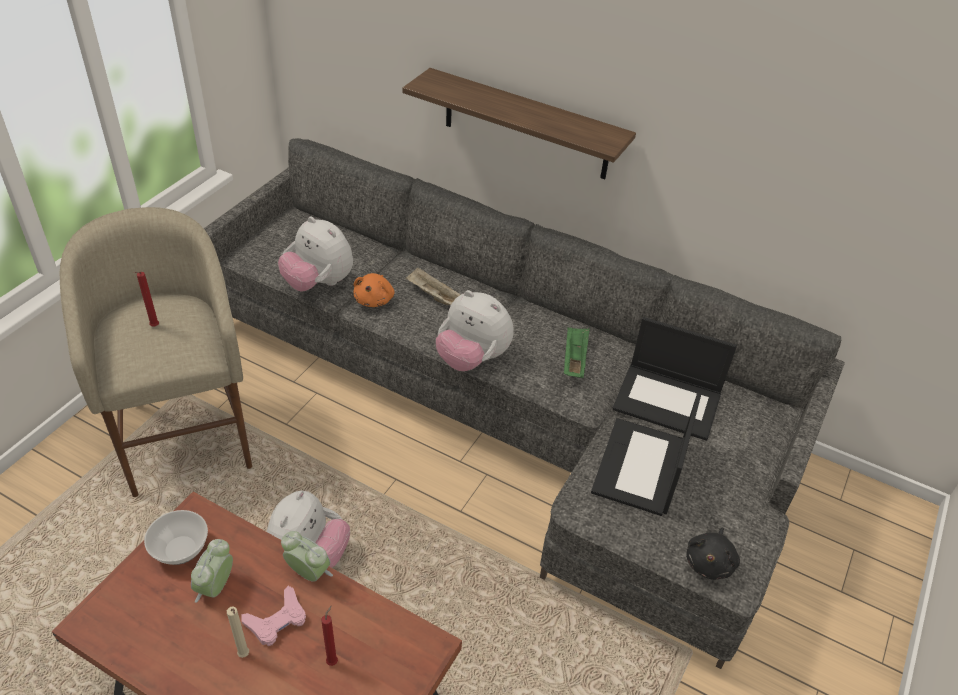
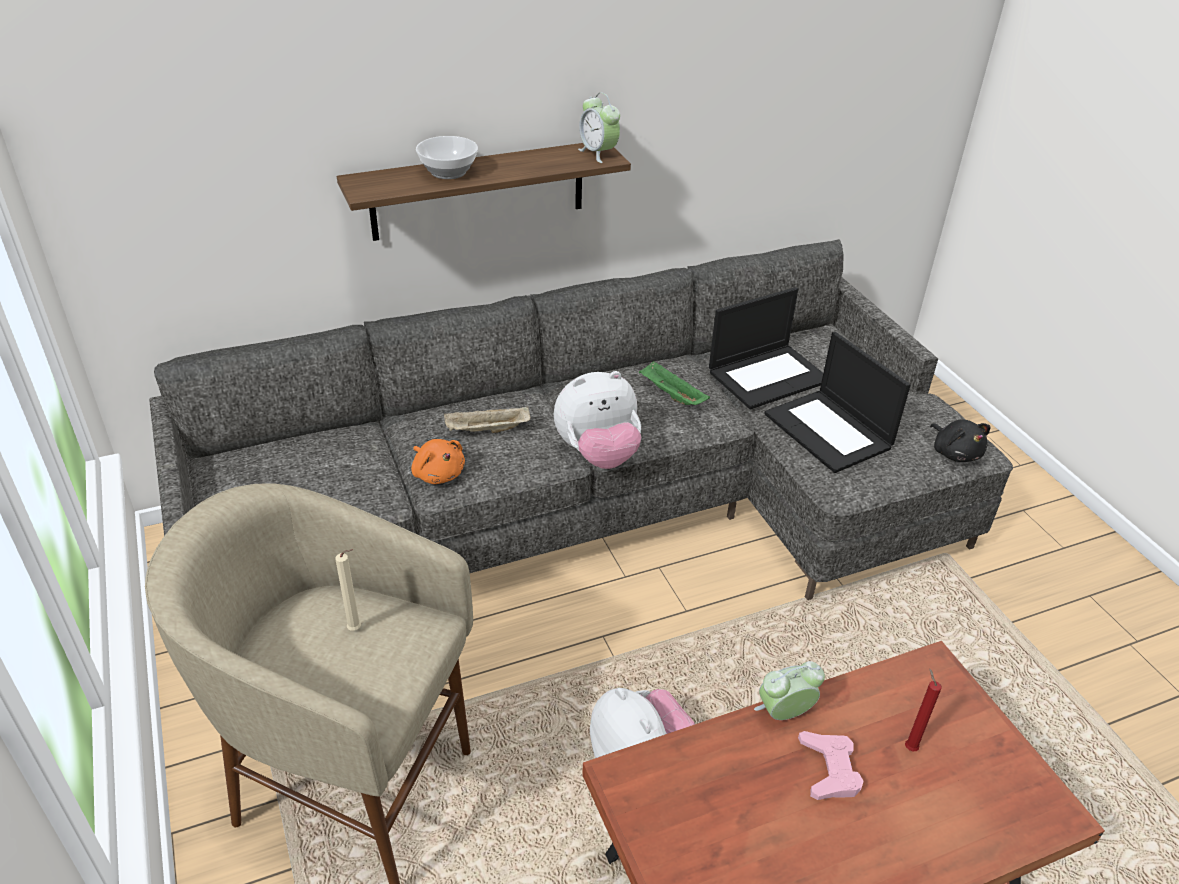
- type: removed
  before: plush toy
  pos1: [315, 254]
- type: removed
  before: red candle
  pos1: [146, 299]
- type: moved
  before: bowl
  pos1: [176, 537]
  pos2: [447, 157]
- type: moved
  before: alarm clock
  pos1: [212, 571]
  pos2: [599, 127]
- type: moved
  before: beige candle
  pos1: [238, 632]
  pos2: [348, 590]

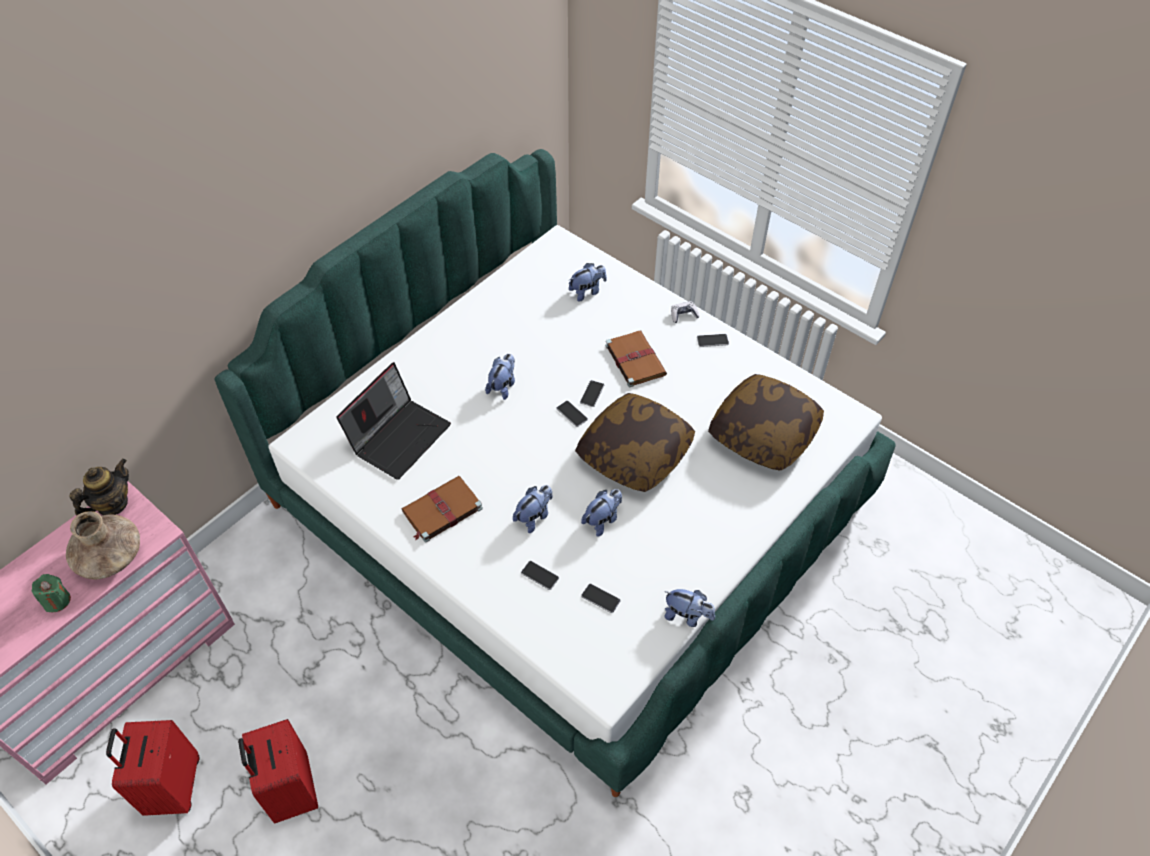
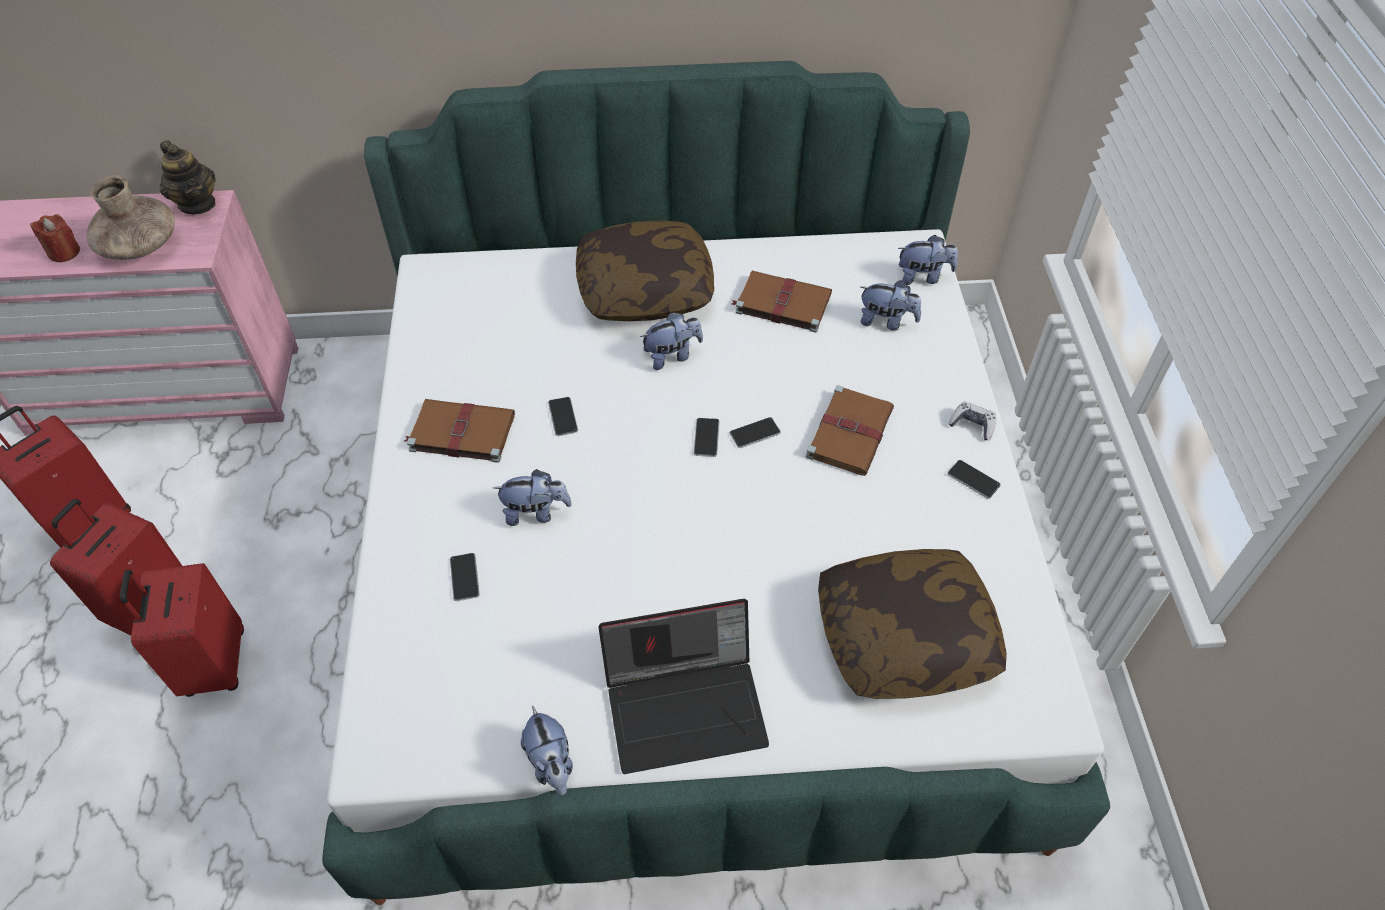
- type: moved
  before: laptop
  pos1: [393, 421]
  pos2: [683, 686]
- type: moved
  before: pillow
  pos1: [635, 442]
  pos2: [645, 270]
- type: turned
  before: teapot
  pos1: [99, 487]
  pos2: [187, 177]
  turn: 60
- type: moved
  before: plush toy
  pos1: [601, 513]
  pos2: [928, 260]
- type: recoloured
  before: green candle
  after: red candle
  pos1: [51, 593]
  pos2: [55, 238]
- type: moved
  before: phone
  pos1: [600, 598]
  pos2: [563, 416]
- type: added
  after: brown book
  pos2: [782, 302]
- type: added
  after: red suitcase
  pos2: [182, 630]

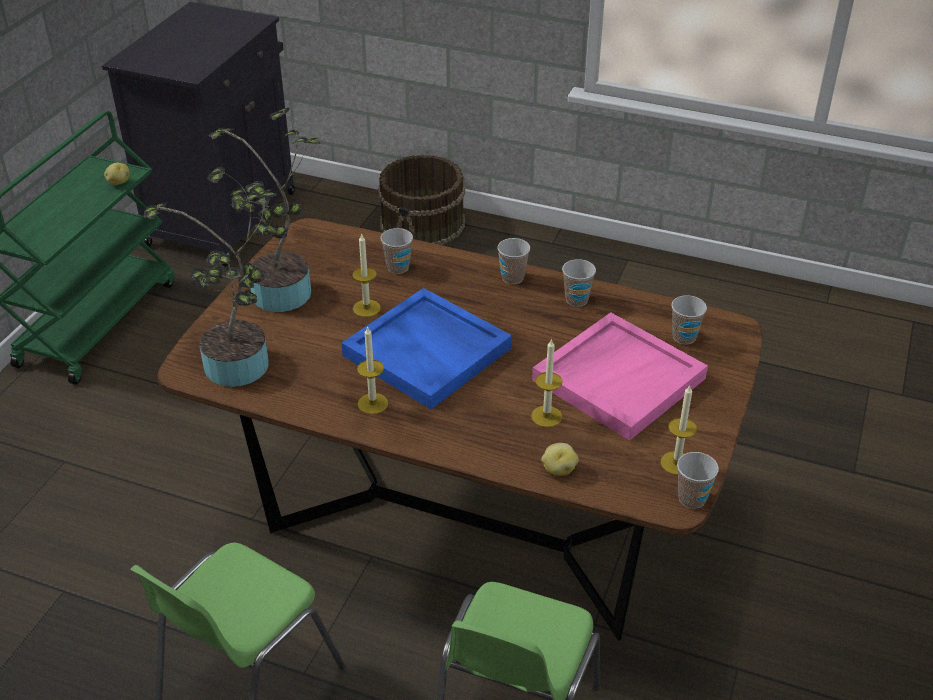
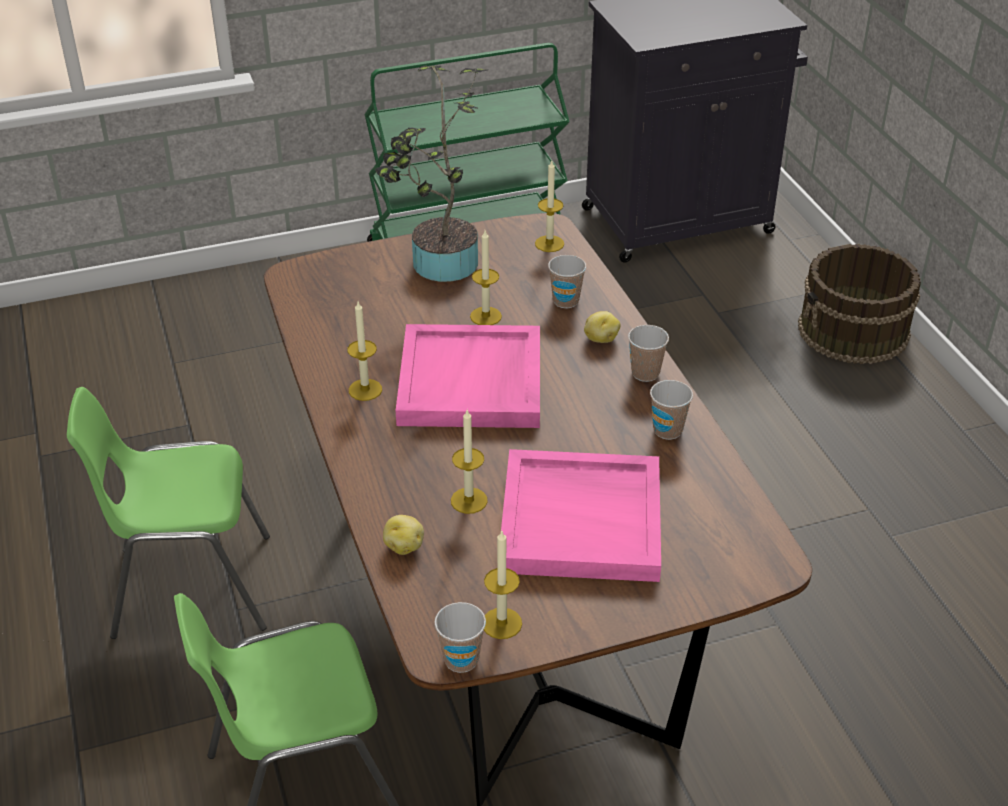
- type: moved
  before: potato
  pos1: [117, 174]
  pos2: [602, 327]
- type: removed
  before: potted plant
  pos1: [210, 277]
- type: recoloured
  before: blue tray
  after: pink tray
  pos1: [426, 348]
  pos2: [468, 376]
- type: removed
  before: cup
  pos1: [689, 320]
- type: added
  after: candle
  pos2: [549, 205]

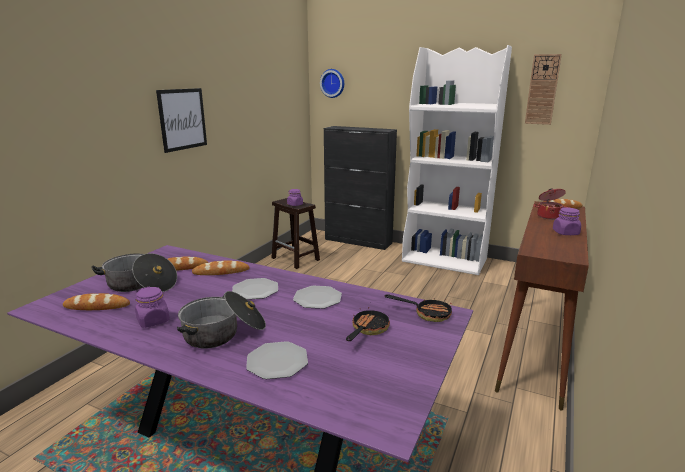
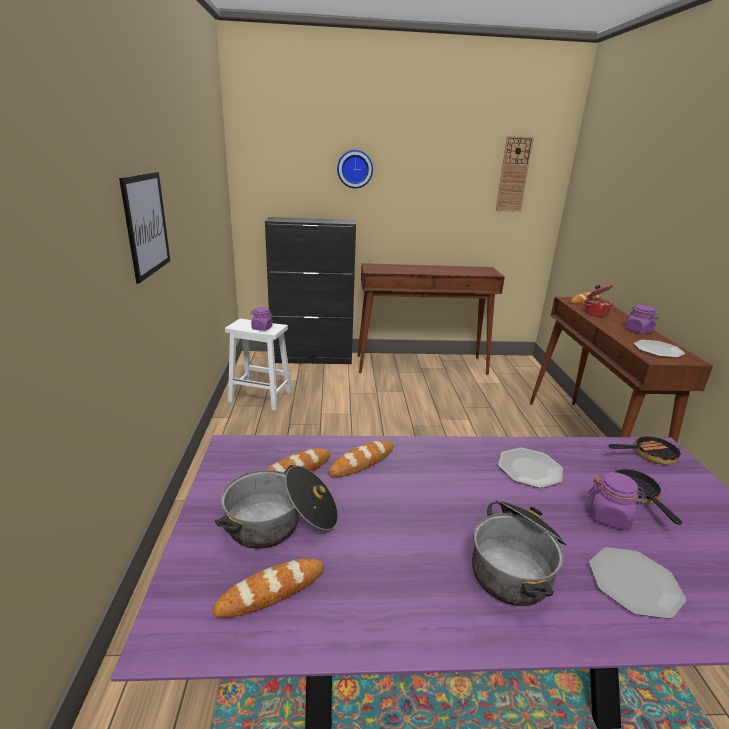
- type: replaced
  before: white bookcase
  after: brown console table
  pos1: [457, 160]
  pos2: [431, 319]
- type: moved
  before: wall clock
  pos1: [332, 83]
  pos2: [355, 169]
- type: recoloured
  before: brown stool
  after: white stool
  pos1: [295, 233]
  pos2: [258, 365]
- type: moved
  before: plate
  pos1: [255, 289]
  pos2: [659, 349]
- type: moved
  before: purple jar
  pos1: [152, 307]
  pos2: [617, 501]

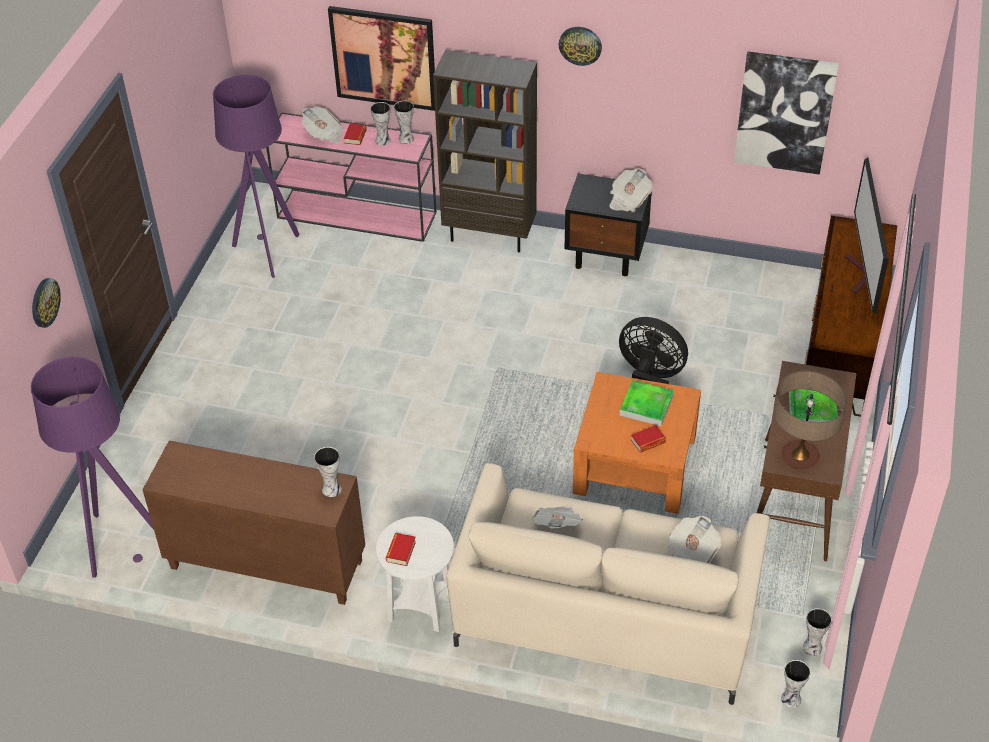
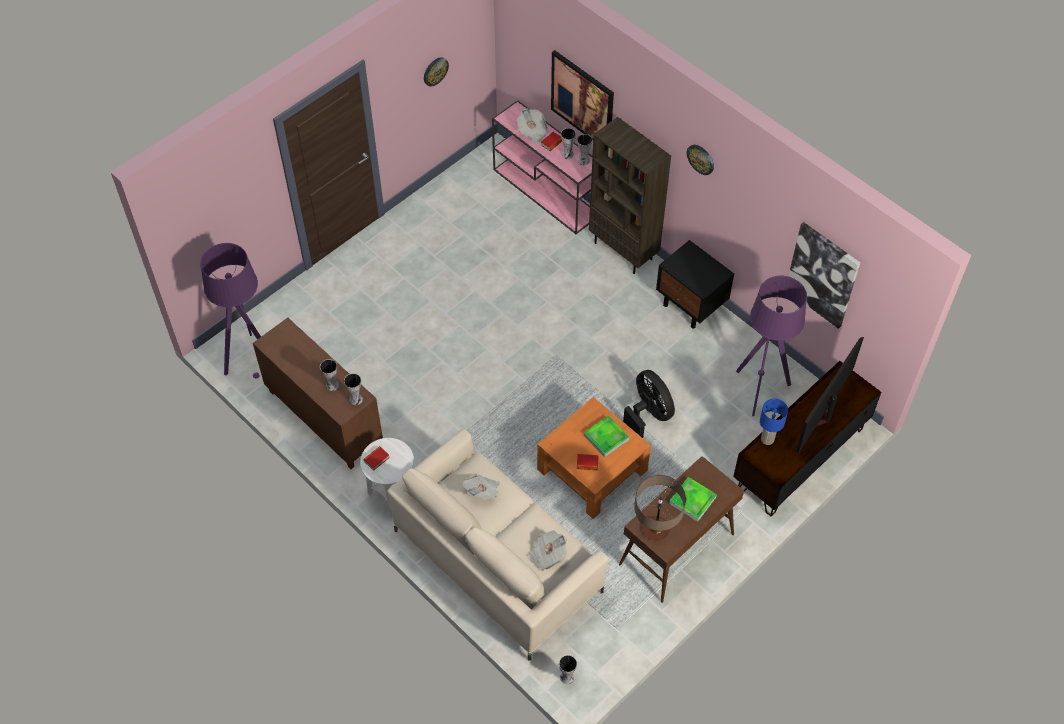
- type: moved
  before: purple floor lamp
  pos1: [256, 176]
  pos2: [771, 346]
- type: removed
  before: newspaper
  pos1: [631, 190]
- type: moved
  before: wall clock
  pos1: [46, 303]
  pos2: [436, 71]
- type: moved
  before: vase
  pos1: [817, 632]
  pos2: [329, 375]
- type: added
  after: blue table lamp
  pos2: [774, 421]

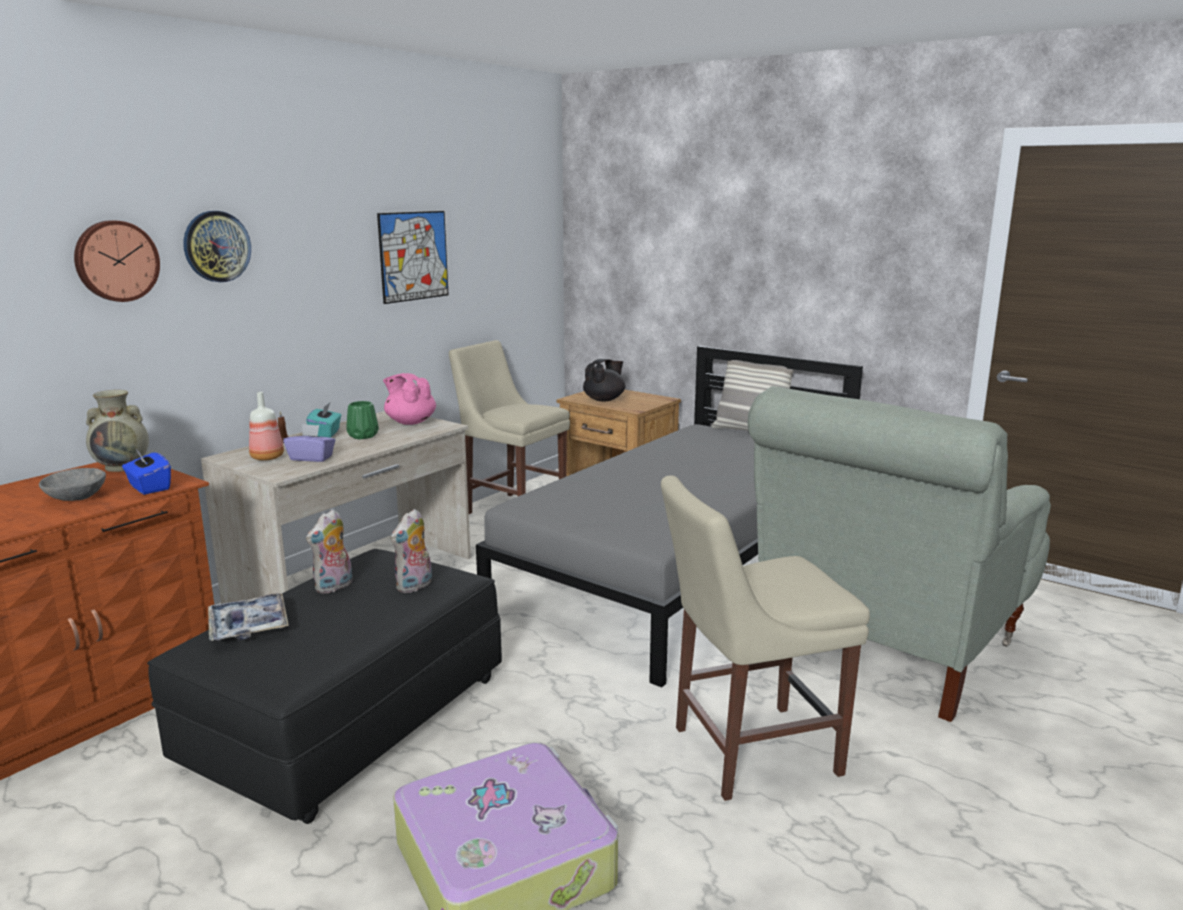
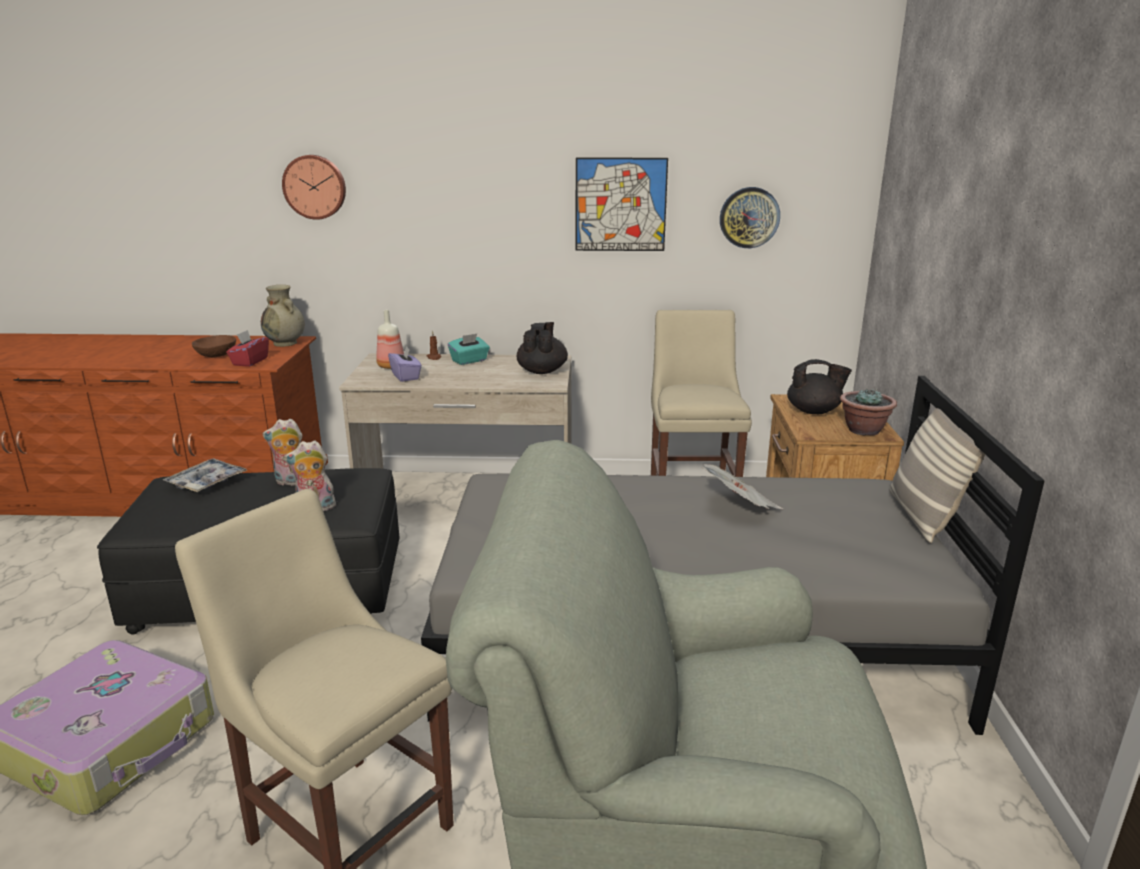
- type: moved
  before: wall clock
  pos1: [217, 246]
  pos2: [750, 217]
- type: recoloured
  before: pink teapot
  after: black teapot
  pos1: [409, 399]
  pos2: [542, 348]
- type: removed
  before: green vase
  pos1: [363, 420]
- type: recoloured
  before: blue tissue box
  after: red tissue box
  pos1: [146, 471]
  pos2: [247, 348]
- type: recoloured
  before: grey bowl
  after: brown bowl
  pos1: [72, 484]
  pos2: [214, 346]
- type: added
  after: potted plant
  pos2: [868, 411]
- type: added
  after: newspaper
  pos2: [742, 486]

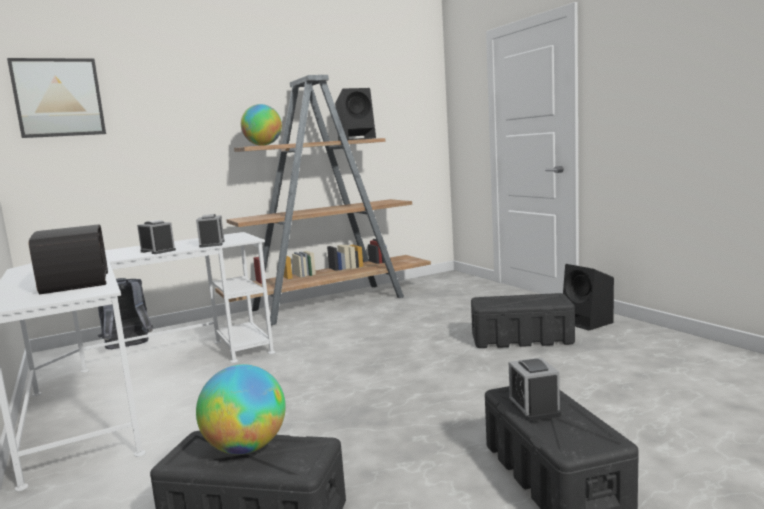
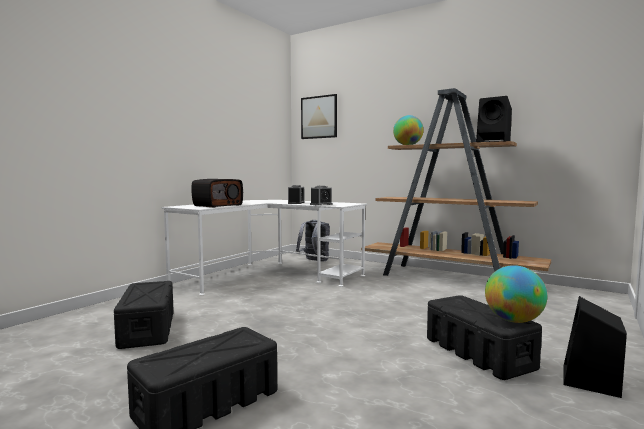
- type: removed
  before: alarm clock
  pos1: [535, 389]
- type: moved
  before: globe
  pos1: [241, 409]
  pos2: [516, 294]

